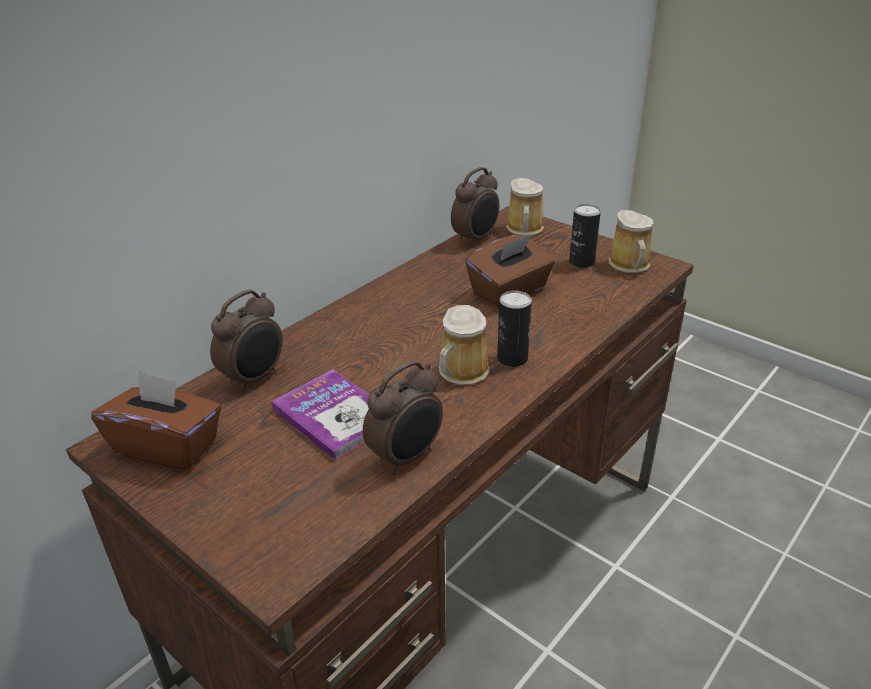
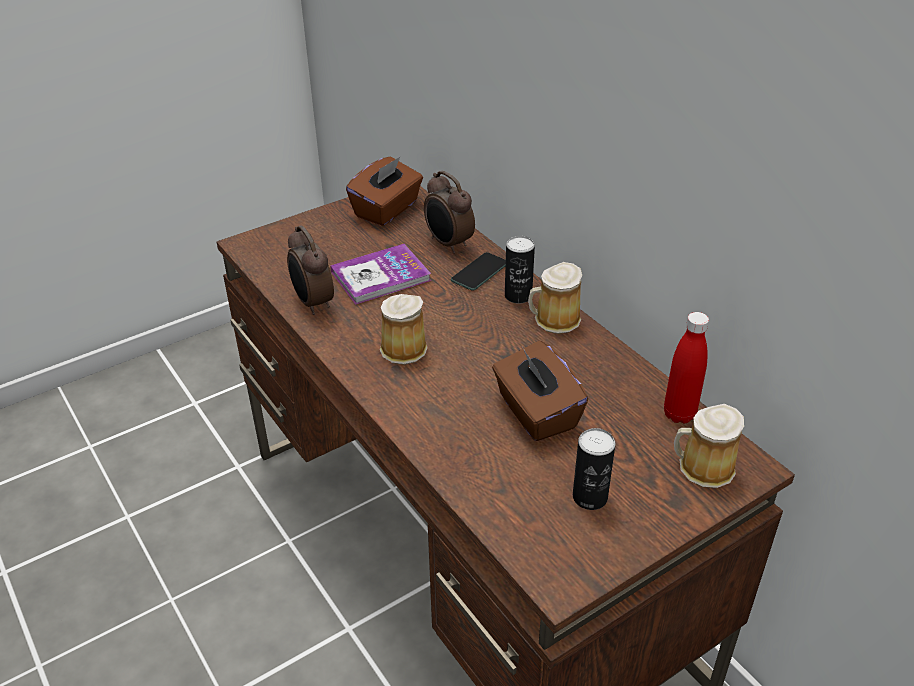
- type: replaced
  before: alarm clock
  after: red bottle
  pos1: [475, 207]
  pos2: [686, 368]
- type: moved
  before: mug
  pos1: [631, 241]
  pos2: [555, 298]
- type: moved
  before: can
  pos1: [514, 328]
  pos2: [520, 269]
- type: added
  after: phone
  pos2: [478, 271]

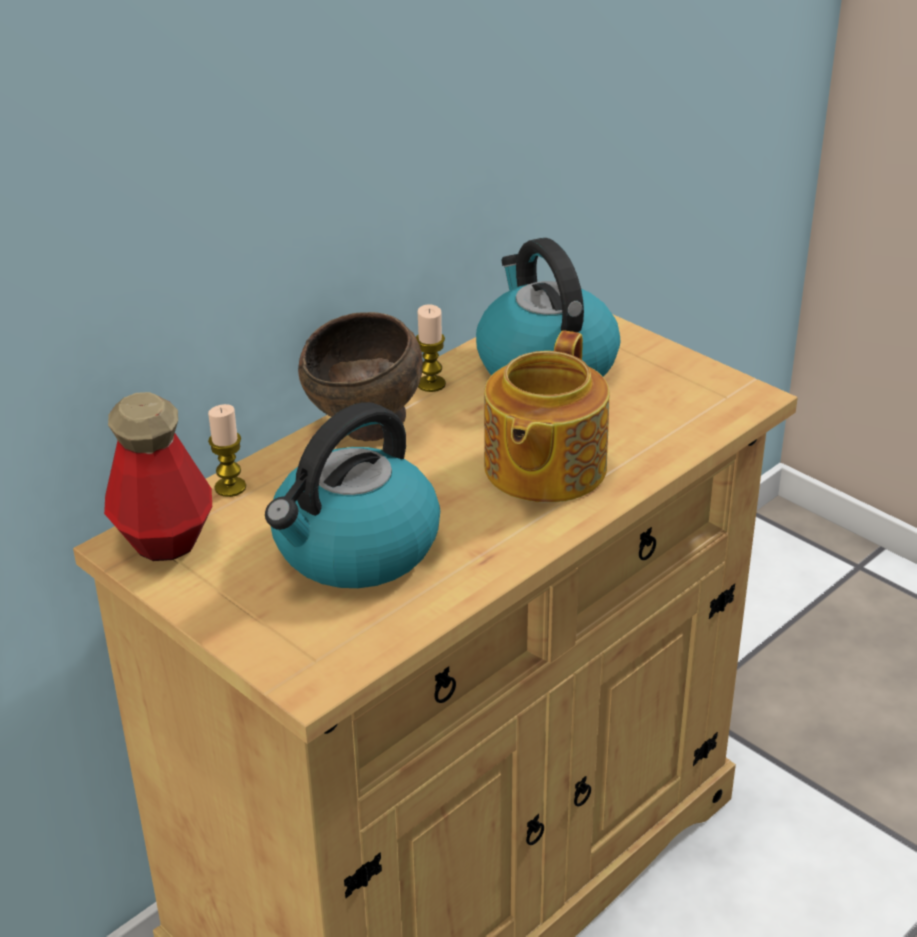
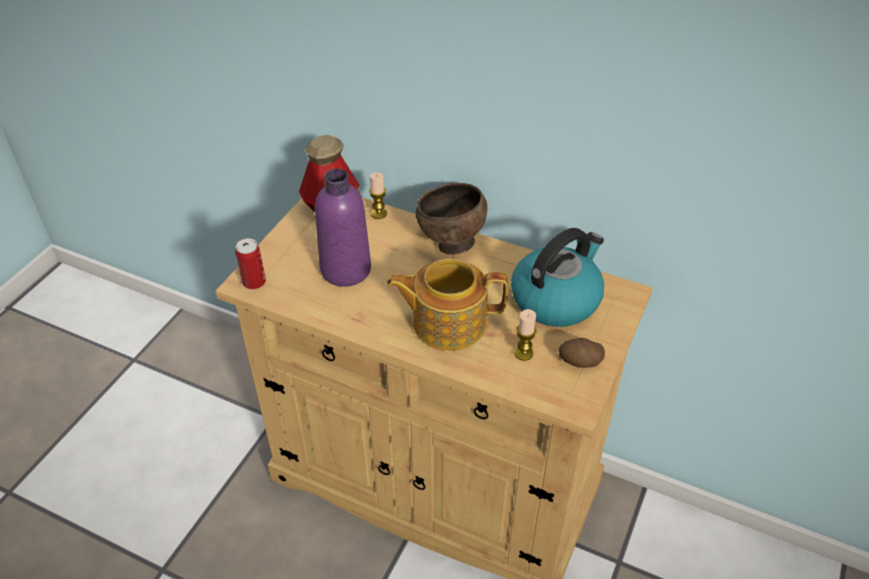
- type: moved
  before: candle
  pos1: [431, 348]
  pos2: [525, 335]
- type: replaced
  before: kettle
  after: purple bottle
  pos1: [352, 495]
  pos2: [343, 228]
- type: added
  after: can
  pos2: [250, 264]
- type: added
  after: potato
  pos2: [582, 353]

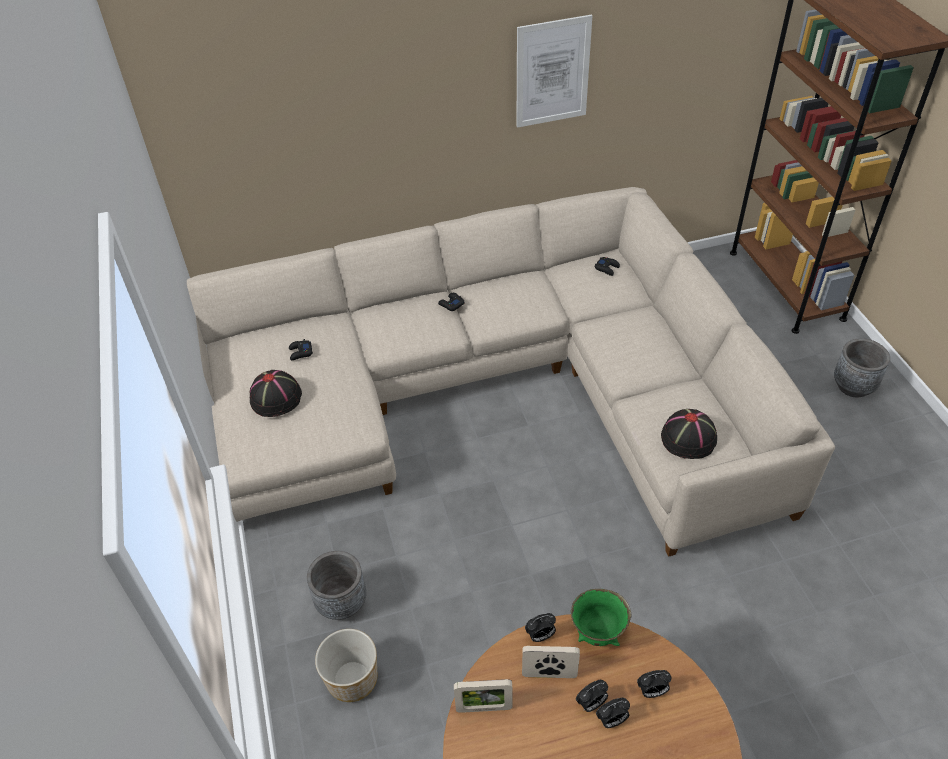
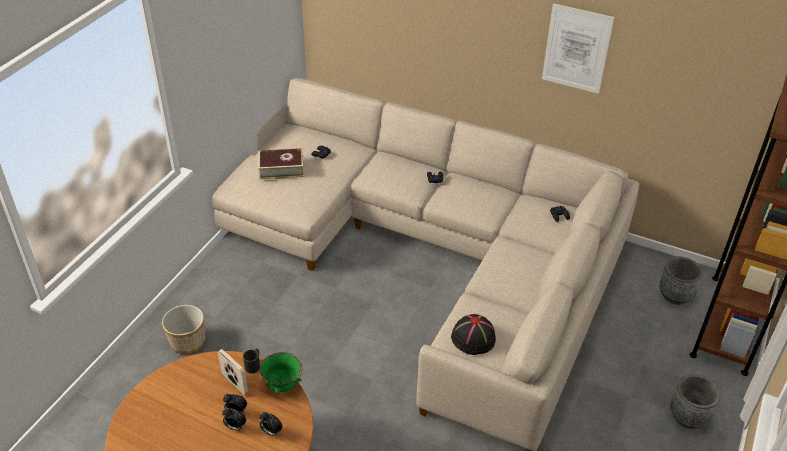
- type: replaced
  before: black hat
  after: book
  pos1: [276, 393]
  pos2: [281, 163]
- type: moved
  before: grey planter
  pos1: [336, 585]
  pos2: [681, 280]
- type: replaced
  before: alarm clock
  after: black mug
  pos1: [540, 627]
  pos2: [251, 361]
- type: removed
  before: picture frame
  pos1: [483, 696]

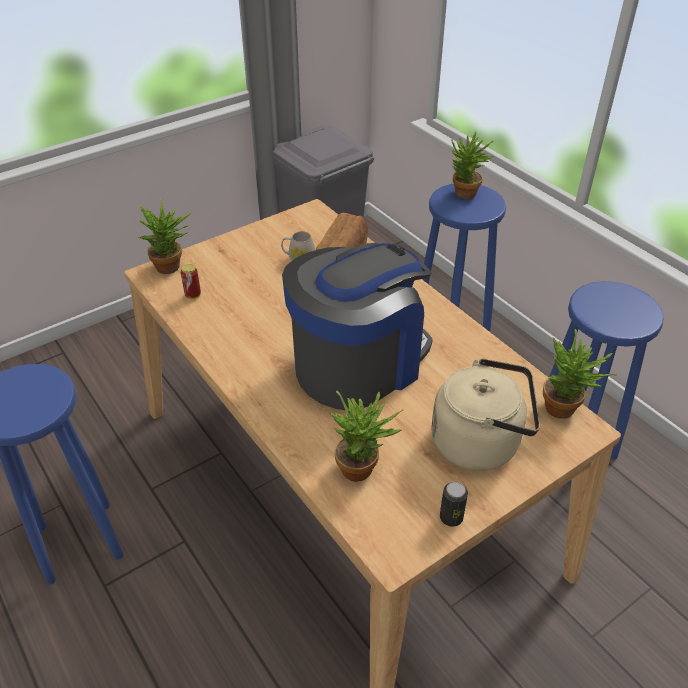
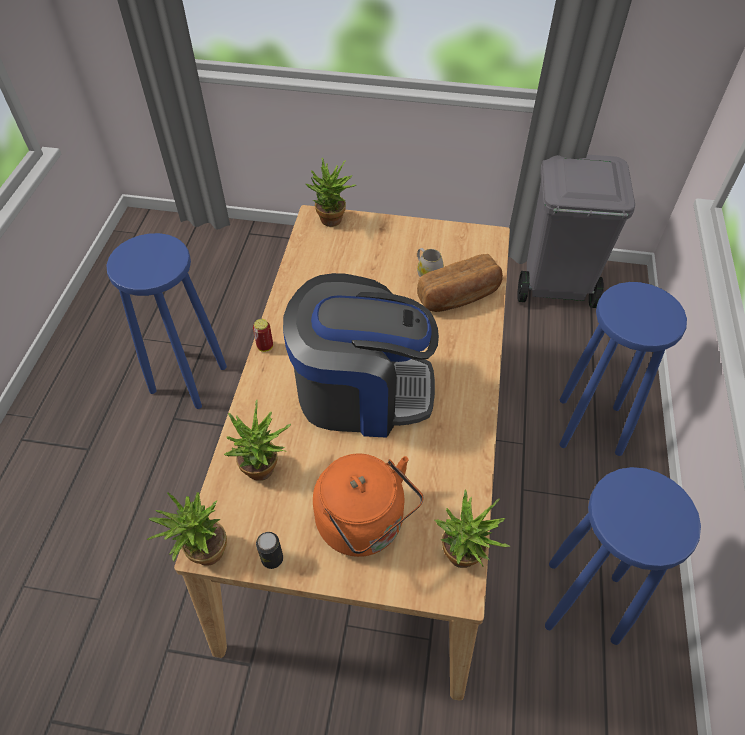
- type: moved
  before: potted plant
  pos1: [473, 165]
  pos2: [186, 529]
- type: moved
  before: can
  pos1: [191, 281]
  pos2: [263, 335]
- type: recoloured
  before: beige kettle
  after: orange kettle
  pos1: [485, 414]
  pos2: [368, 505]

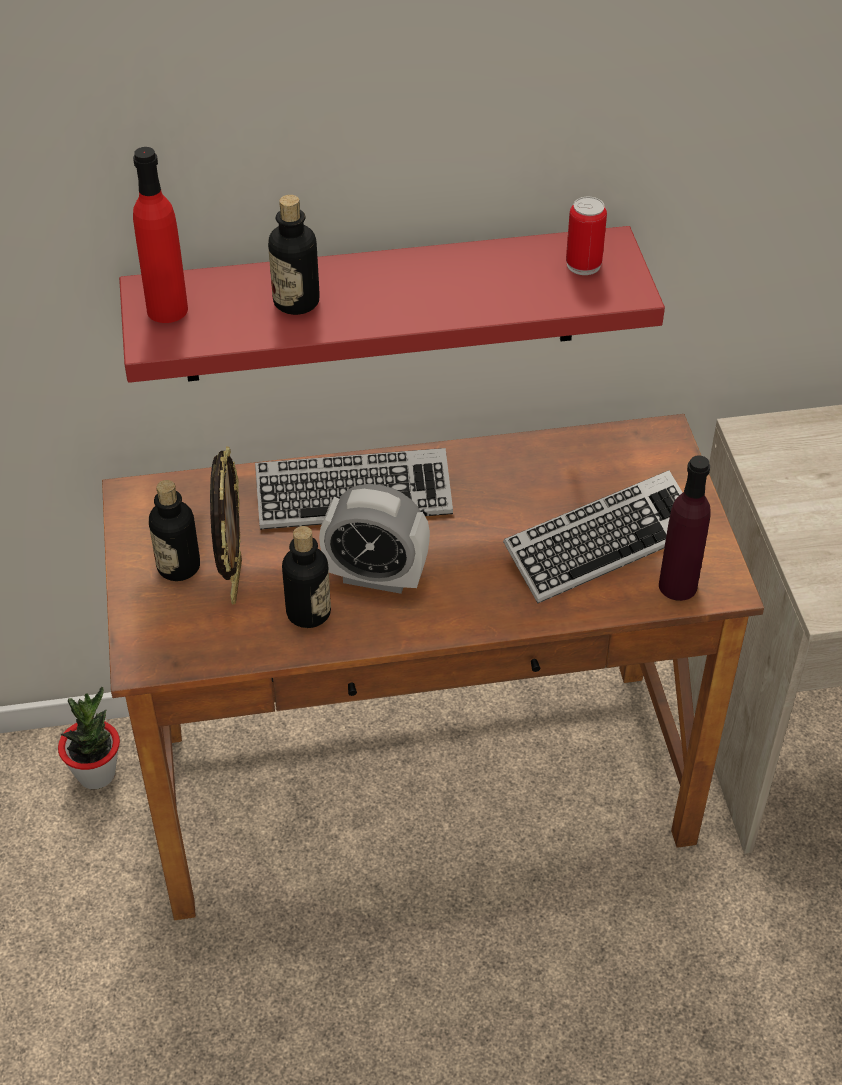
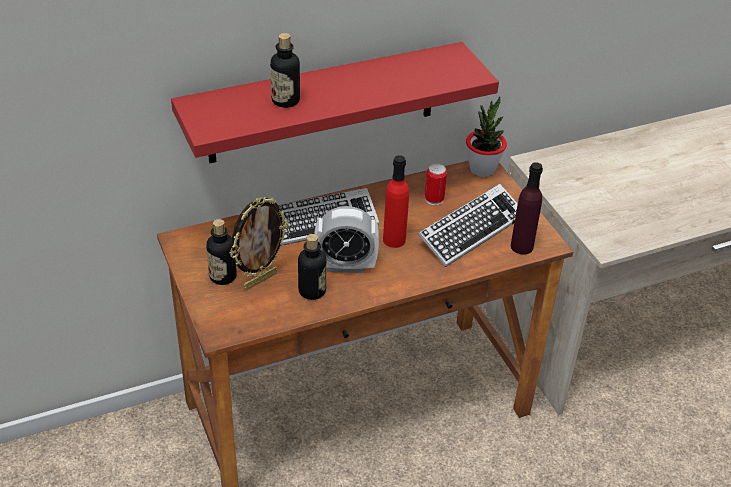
- type: moved
  before: red bottle
  pos1: [160, 235]
  pos2: [396, 201]
- type: moved
  before: can
  pos1: [586, 236]
  pos2: [436, 184]
- type: turned
  before: picture frame
  pos1: [226, 525]
  pos2: [259, 243]
  turn: 60
- type: moved
  before: potted plant
  pos1: [89, 738]
  pos2: [486, 136]

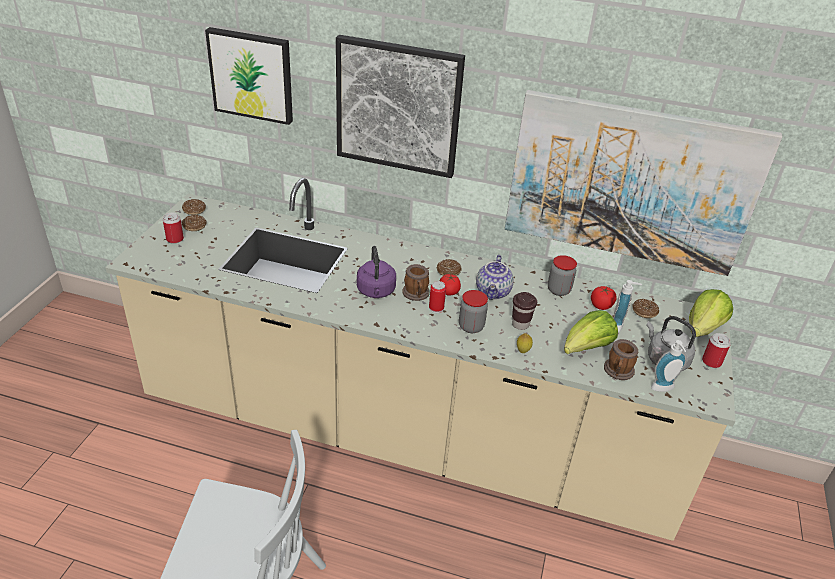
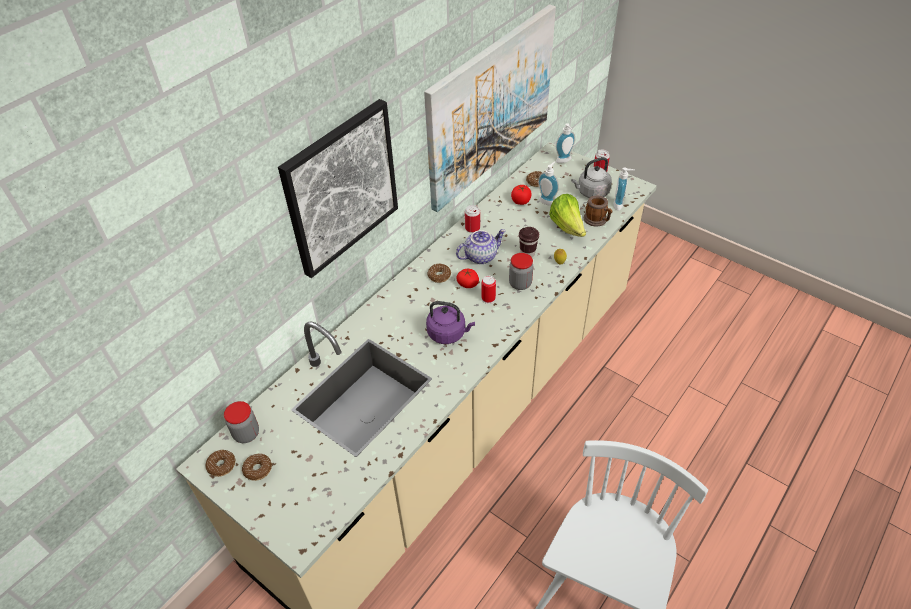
- type: removed
  before: picture
  pos1: [249, 76]
- type: moved
  before: can
  pos1: [173, 228]
  pos2: [472, 219]
- type: turned
  before: teapot
  pos1: [495, 277]
  pos2: [481, 246]
  turn: -60
- type: moved
  before: jar
  pos1: [562, 275]
  pos2: [241, 422]
- type: removed
  before: mug
  pos1: [416, 282]
- type: replaced
  before: lettuce
  after: soap dispenser
  pos1: [711, 313]
  pos2: [565, 143]

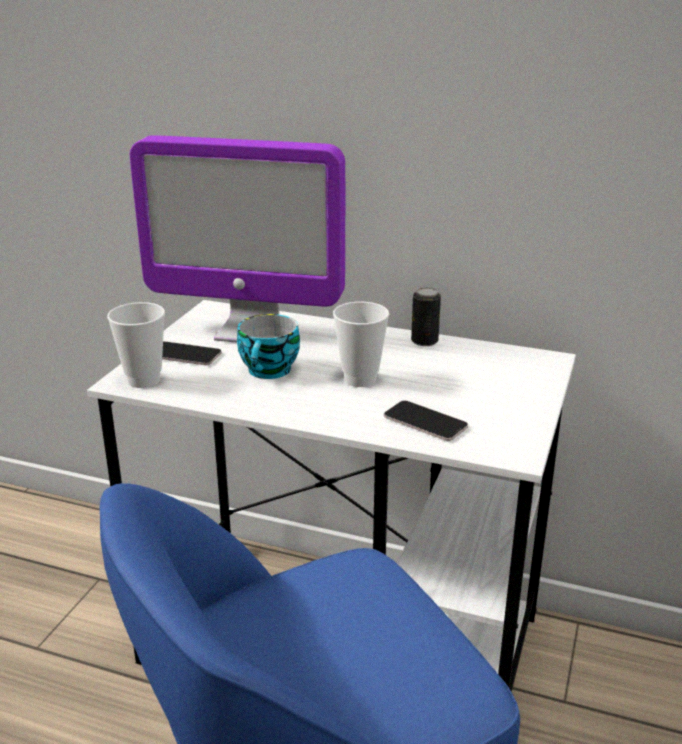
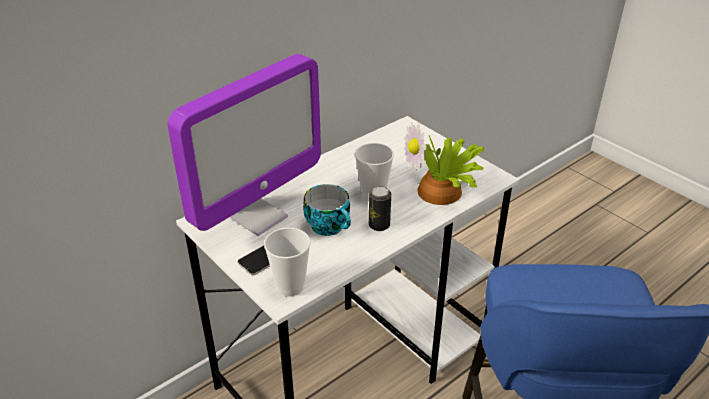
- type: moved
  before: can
  pos1: [426, 317]
  pos2: [380, 208]
- type: replaced
  before: phone
  after: potted plant
  pos1: [426, 420]
  pos2: [444, 163]

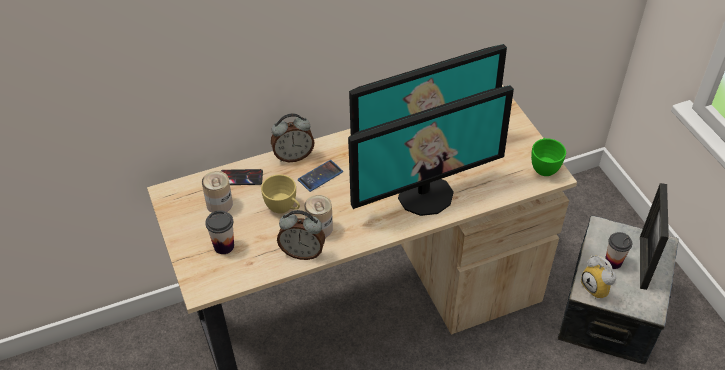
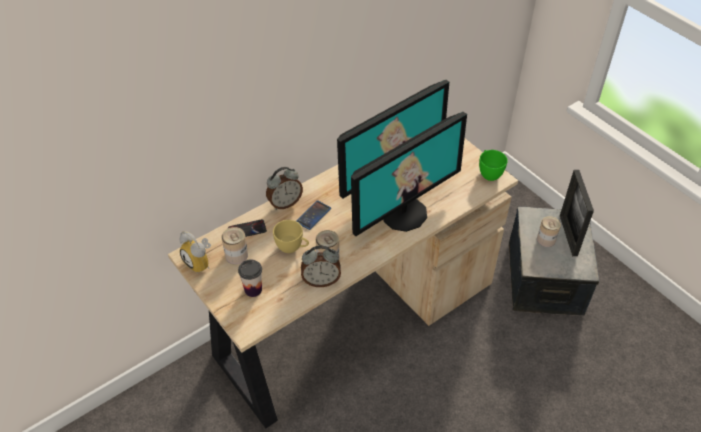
- type: replaced
  before: cup
  after: can
  pos1: [618, 250]
  pos2: [549, 231]
- type: moved
  before: alarm clock
  pos1: [598, 277]
  pos2: [195, 252]

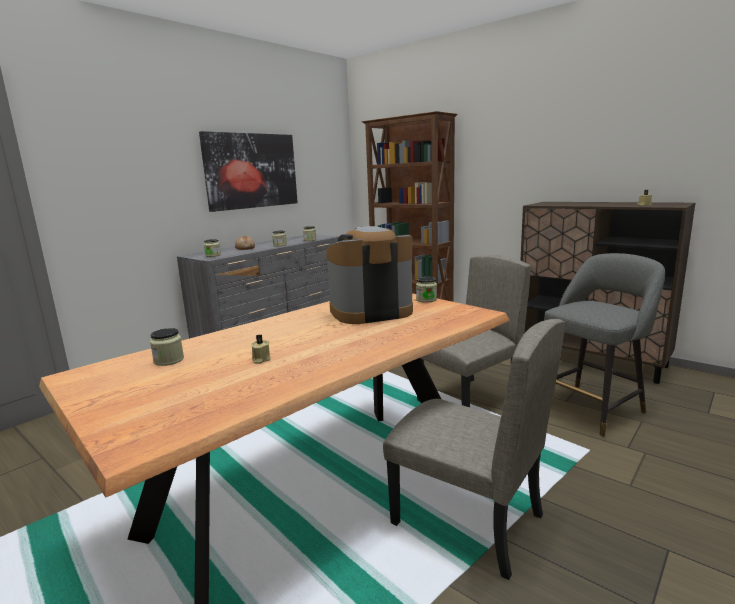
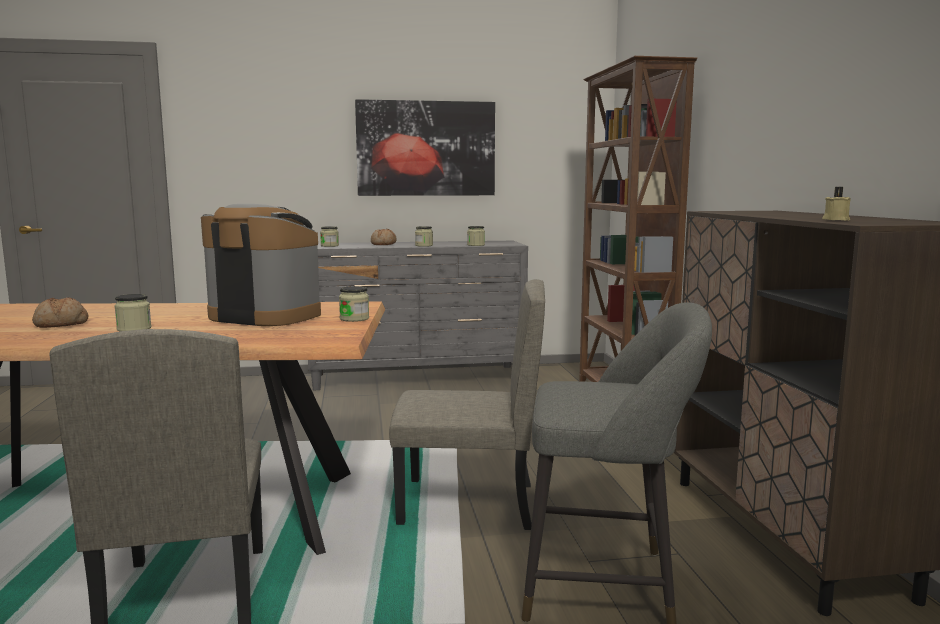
- type: moved
  before: jar
  pos1: [167, 347]
  pos2: [132, 313]
- type: replaced
  before: beige candle
  after: bread
  pos1: [261, 349]
  pos2: [60, 312]

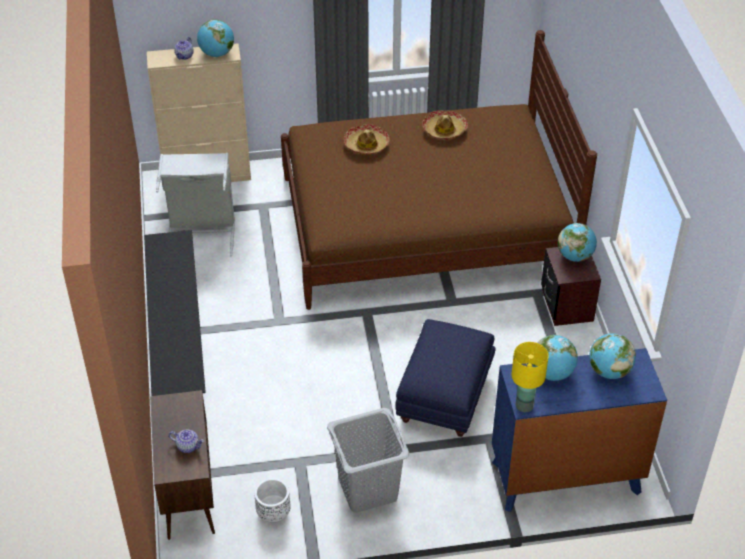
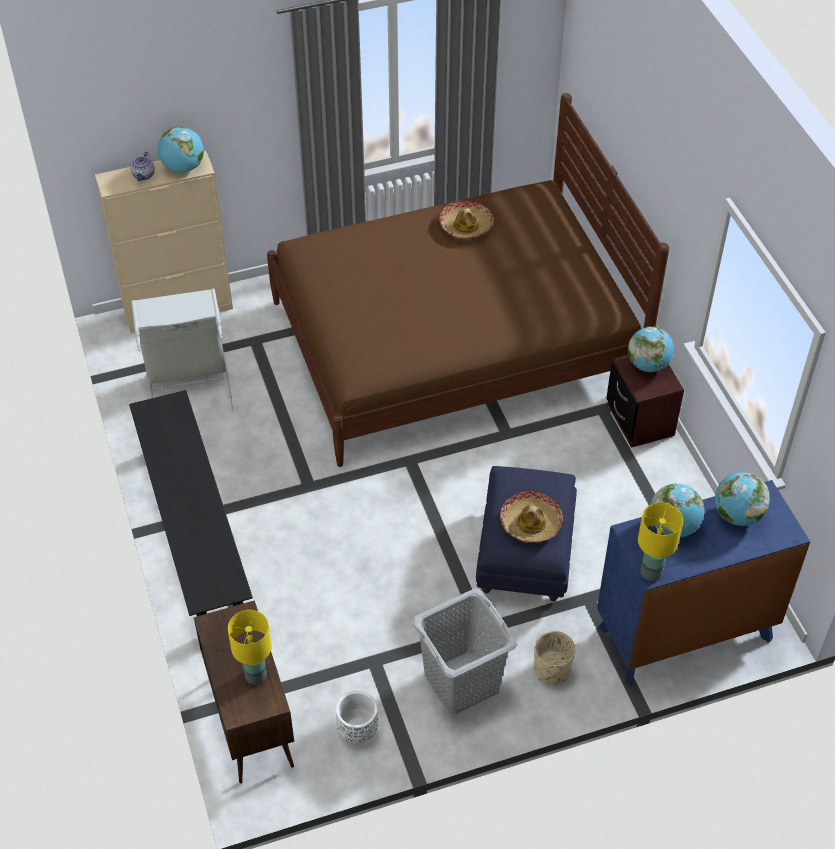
- type: moved
  before: hat
  pos1: [366, 139]
  pos2: [531, 516]
- type: replaced
  before: teapot
  after: yellow table lamp
  pos1: [186, 441]
  pos2: [250, 647]
- type: added
  after: beige planter
  pos2: [554, 658]

